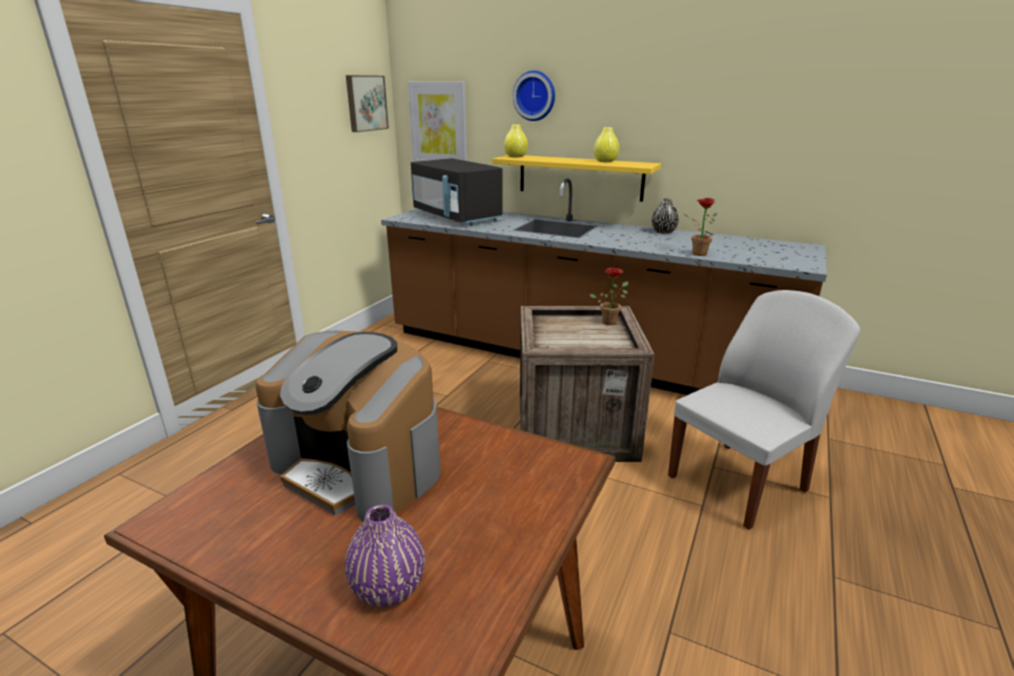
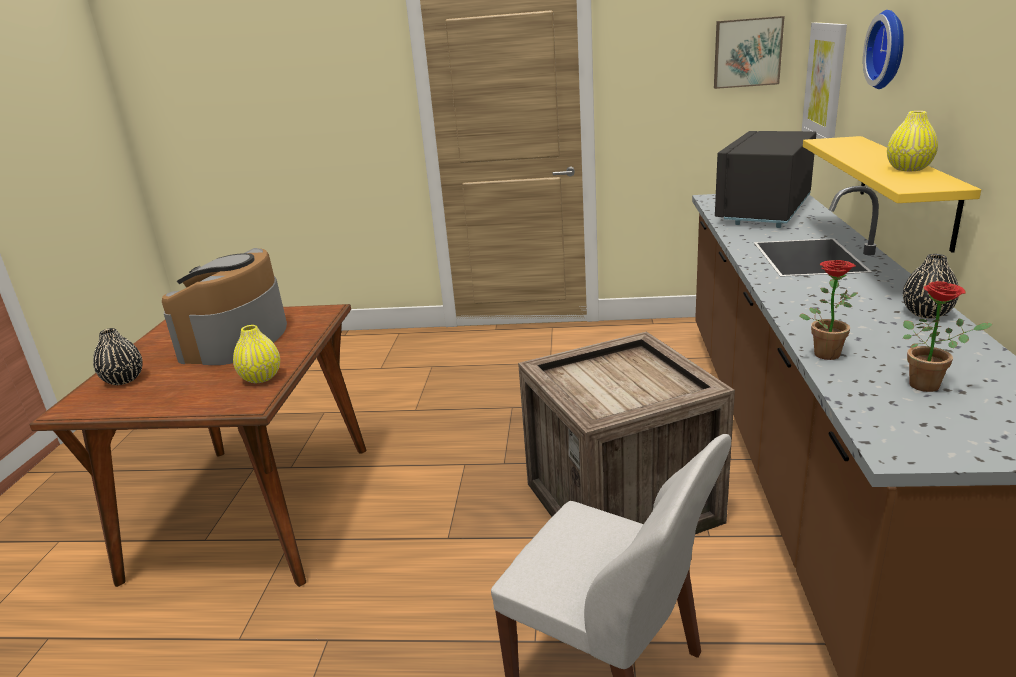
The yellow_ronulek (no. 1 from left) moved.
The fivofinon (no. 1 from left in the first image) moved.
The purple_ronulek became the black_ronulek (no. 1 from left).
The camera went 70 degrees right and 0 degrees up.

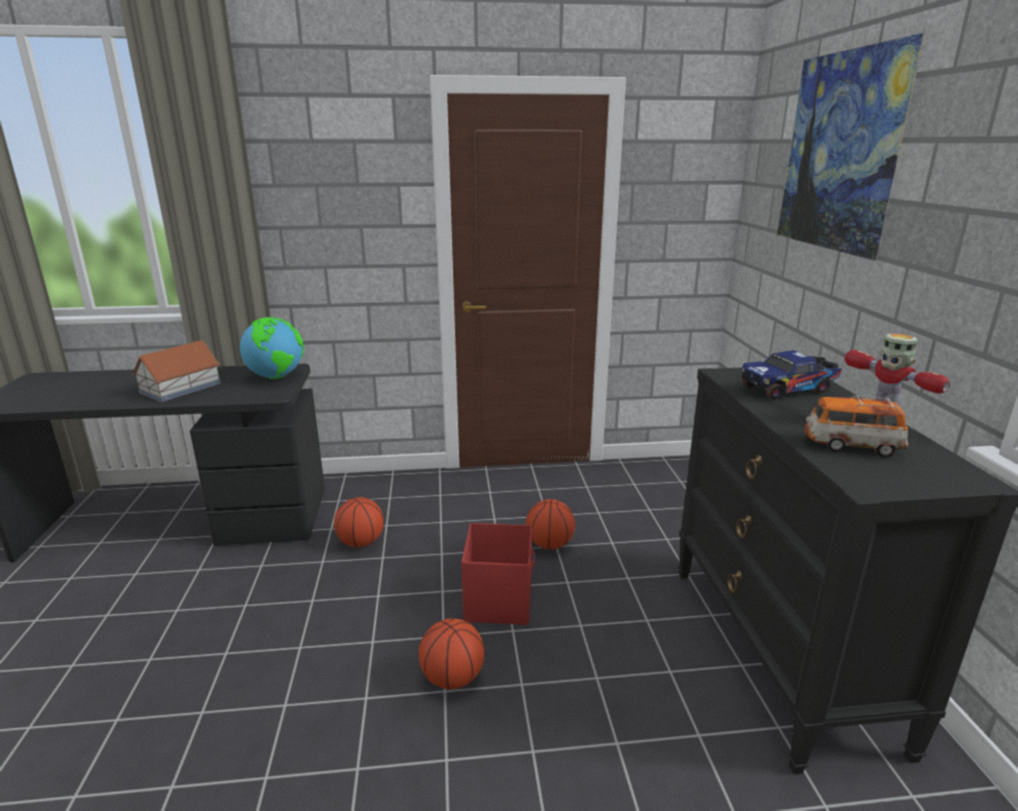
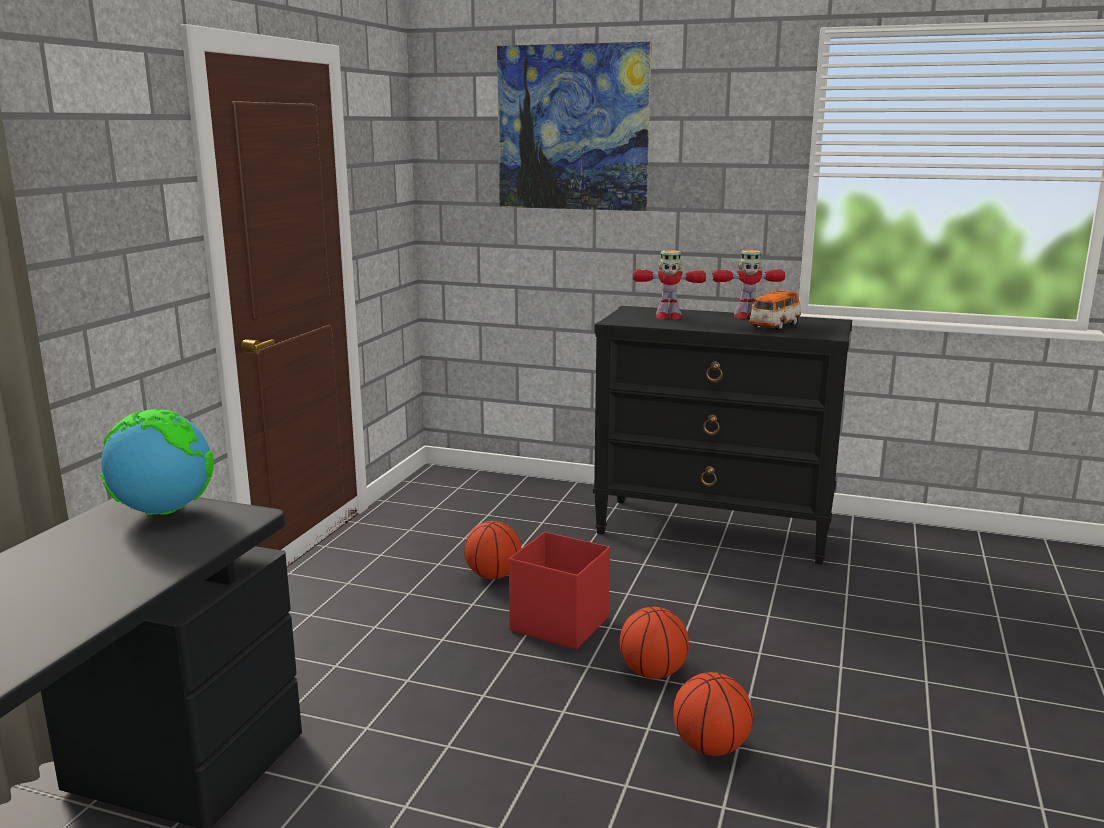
The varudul disappeared.
The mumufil was replaced by the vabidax (no. 1 from left).
The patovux (no. 1 from left in the first image) moved.
The camera went 65 degrees left and 5 degrees down.

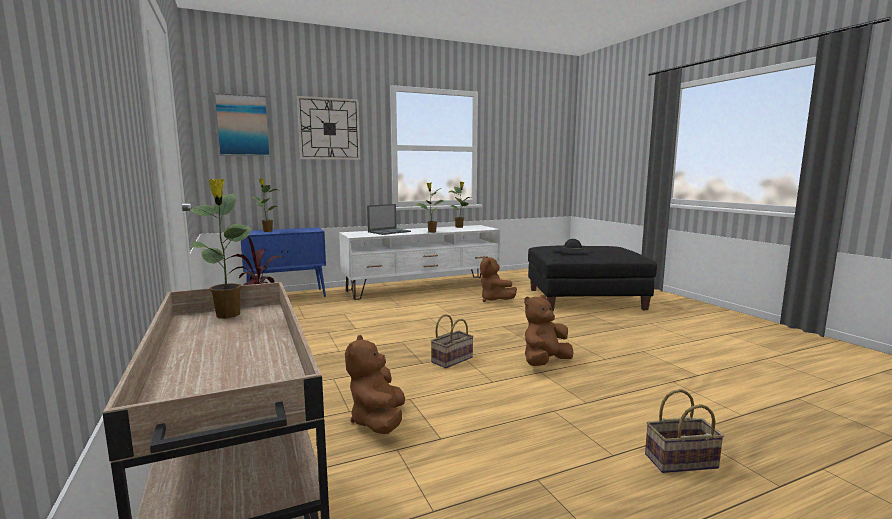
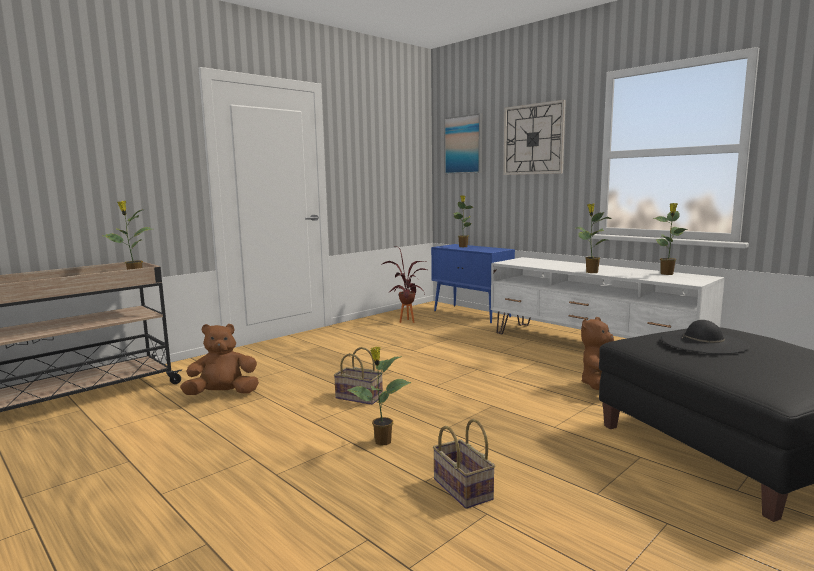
The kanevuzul disappeared.
The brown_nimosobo (no. 3 from left) was replaced by the fivofinon (no. 2 from left).
The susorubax (no. 2 from left) moved.
The camera went 70 degrees right and 0 degrees up.

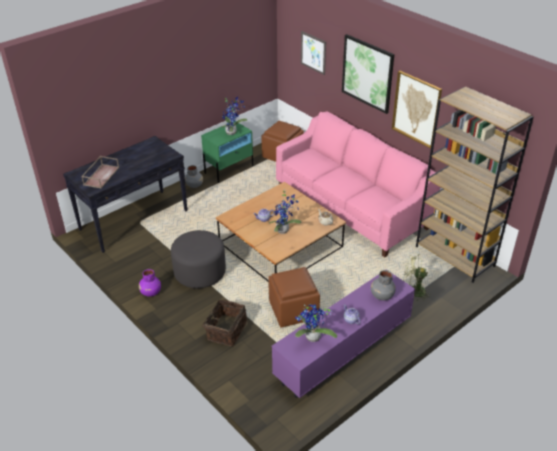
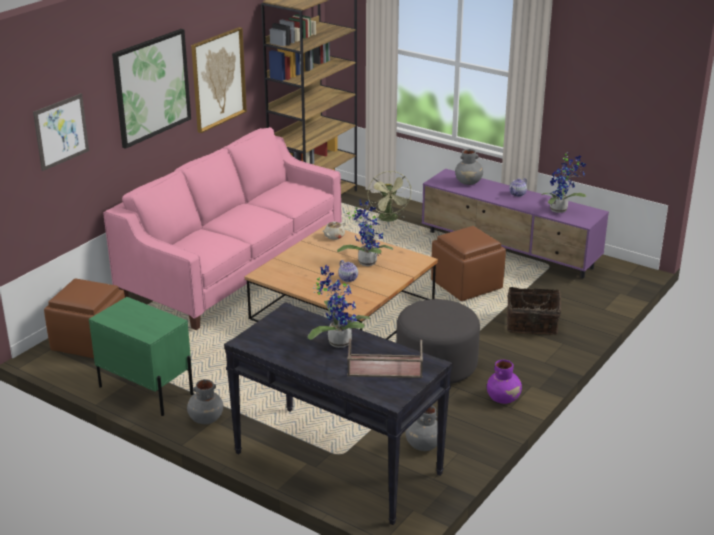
The fivofinon (no. 1 from left) moved.
The grey_ronulek (no. 2 from left) appeared.
The camera went 105 degrees left and 10 degrees down.

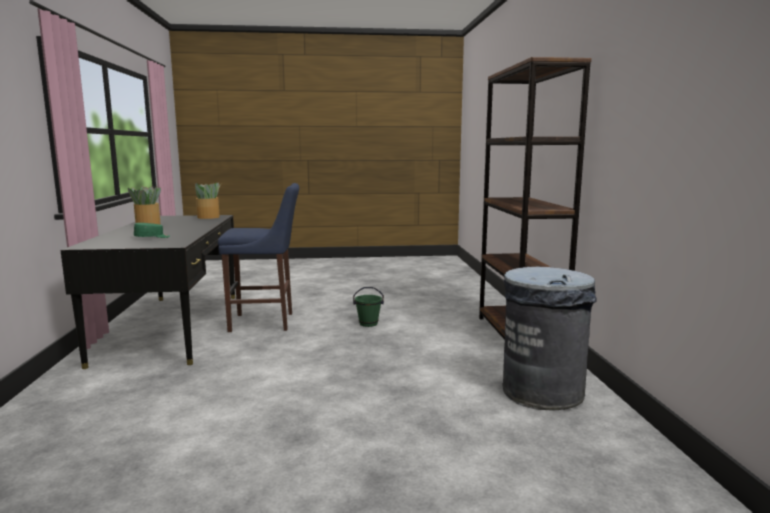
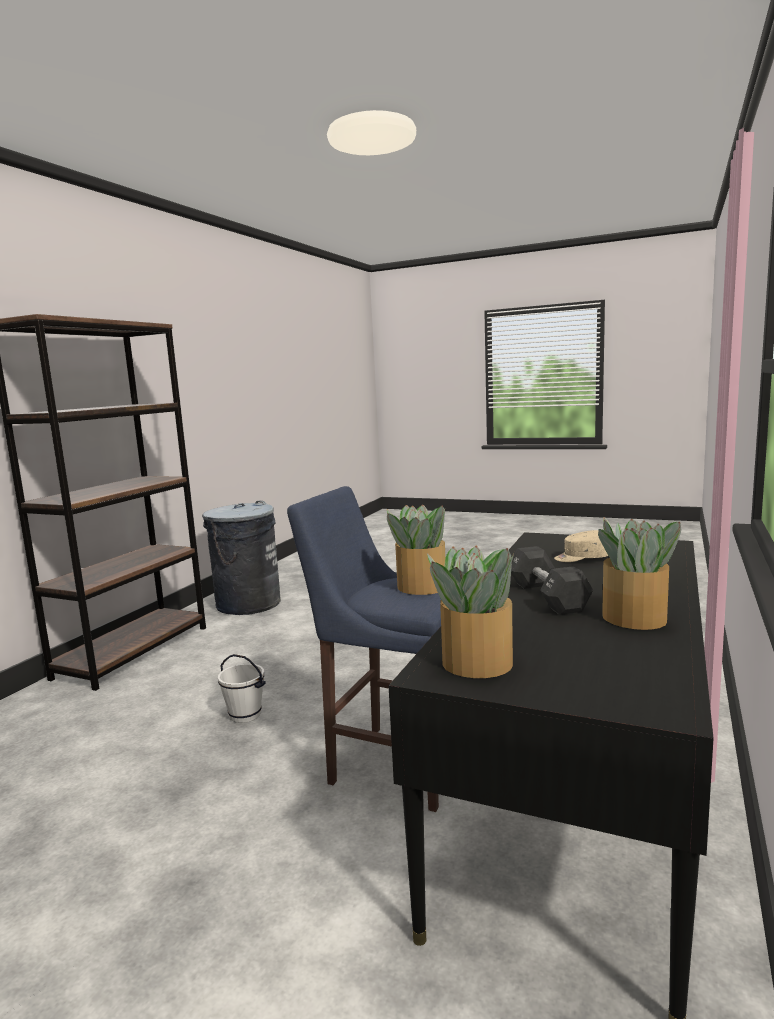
The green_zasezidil became the beige_zasezidil.
The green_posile became the white_posile.
The fivofinon (no. 1 from left) appeared.
The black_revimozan appeared.
The camera went 150 degrees left and 0 degrees up.

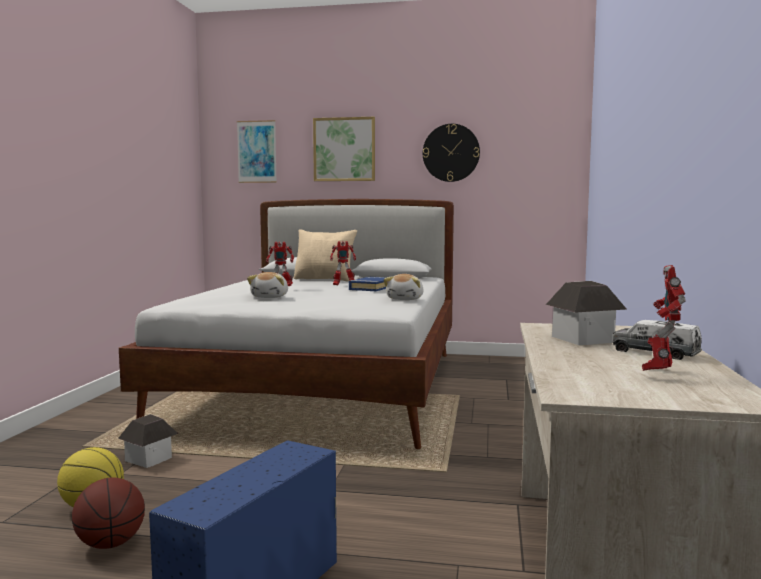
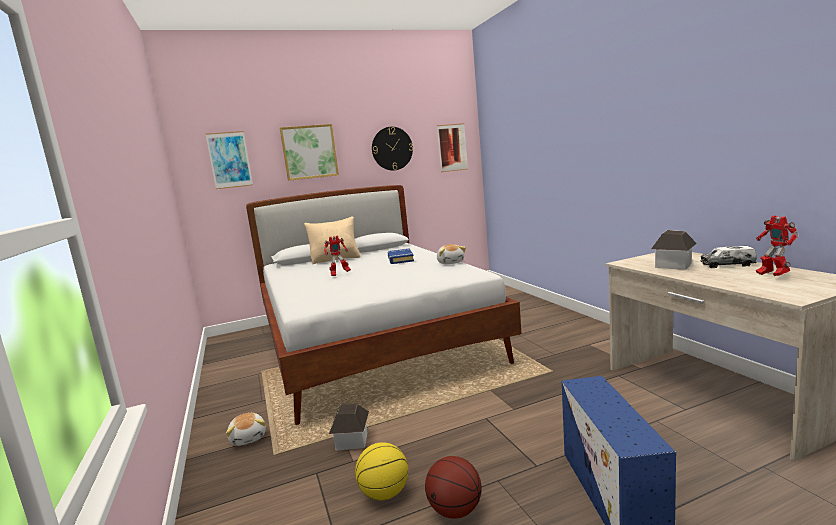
The vabidax (no. 2 from left) disappeared.
The nimosobo (no. 1 from left) moved.
The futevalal (no. 3 from left) appeared.
The camera went 30 degrees left and 5 degrees up.

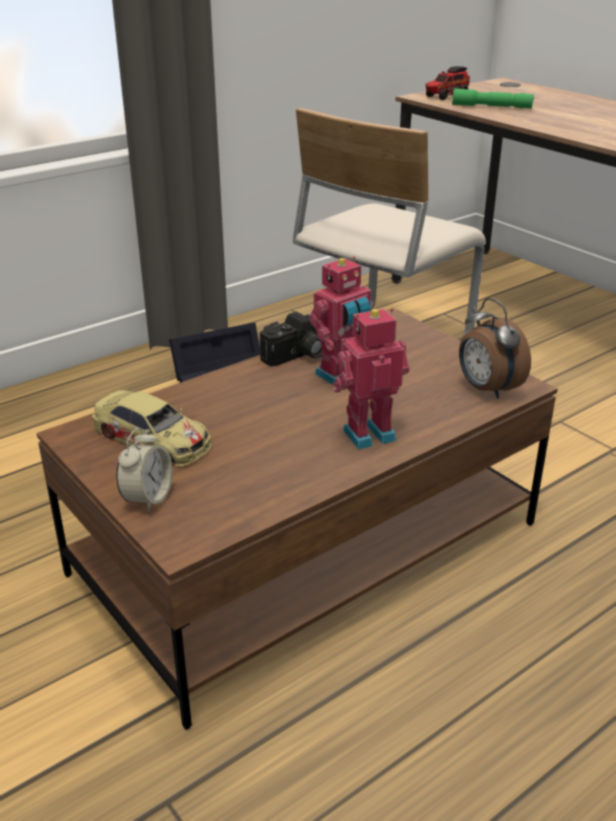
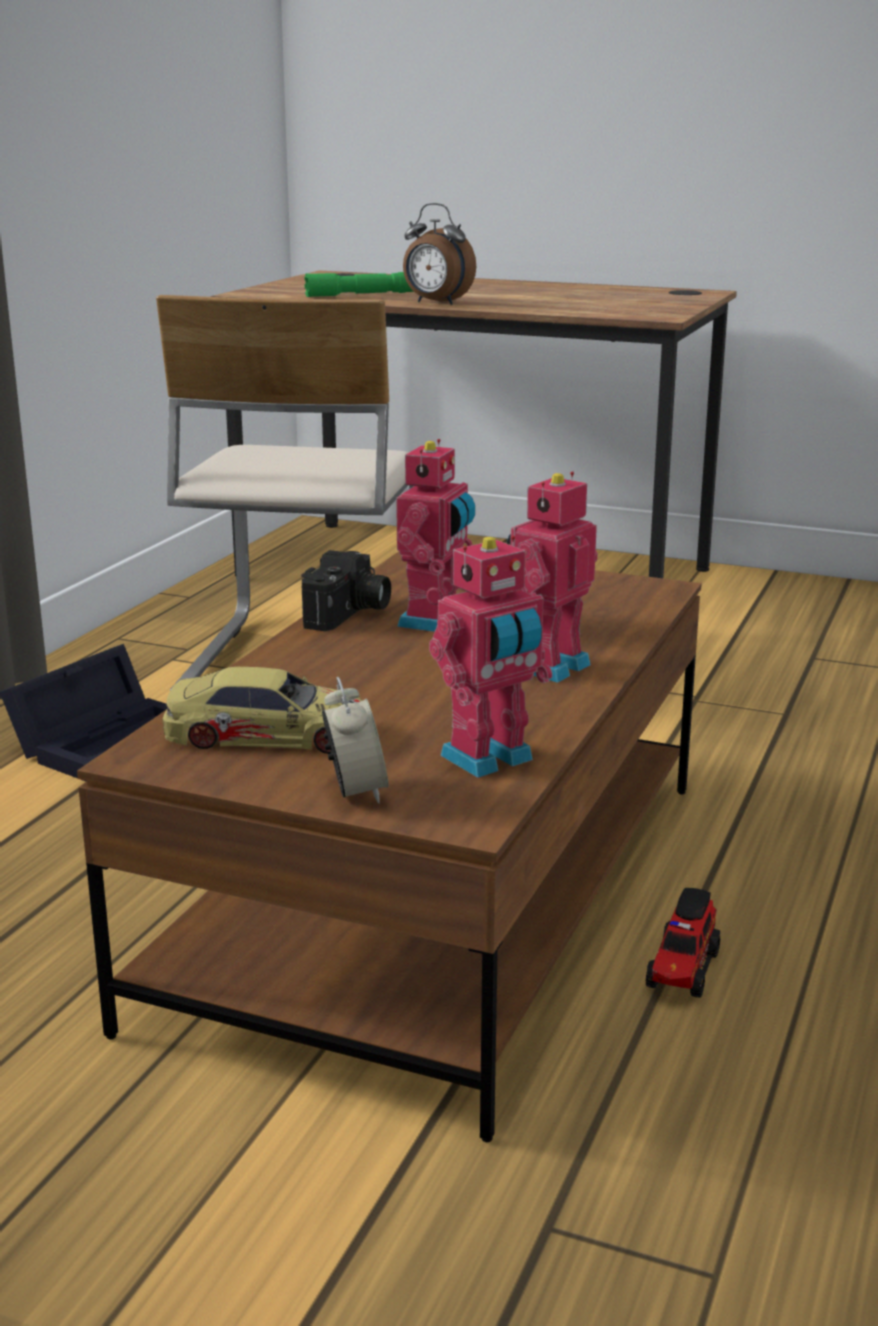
The mumufil moved.
The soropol (no. 2 from left) moved.
The vabidax (no. 2 from left) appeared.
The camera went 30 degrees left and 10 degrees down.

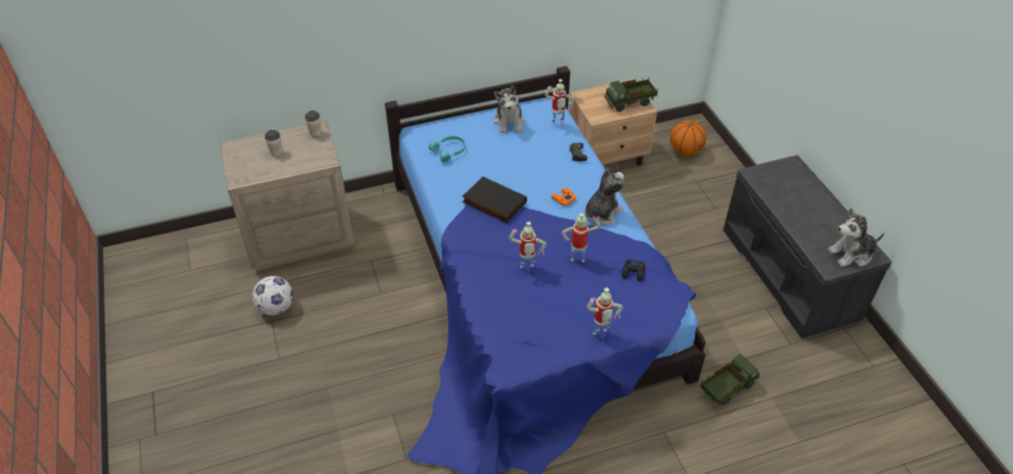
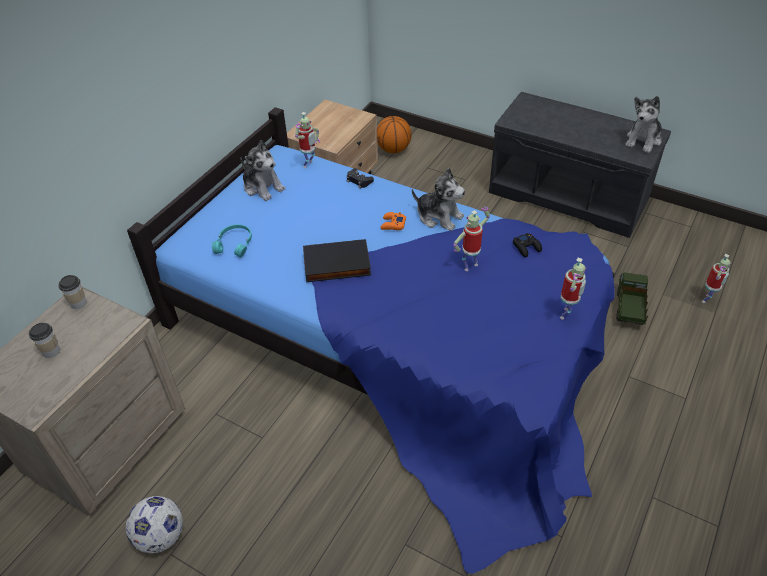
The mumufil (no. 1 from left) disappeared.
The nimosobo (no. 2 from left) turned 120 degrees clockwise.
The vabidax (no. 1 from left in the first image) moved.
The camera went 40 degrees left and 0 degrees up.

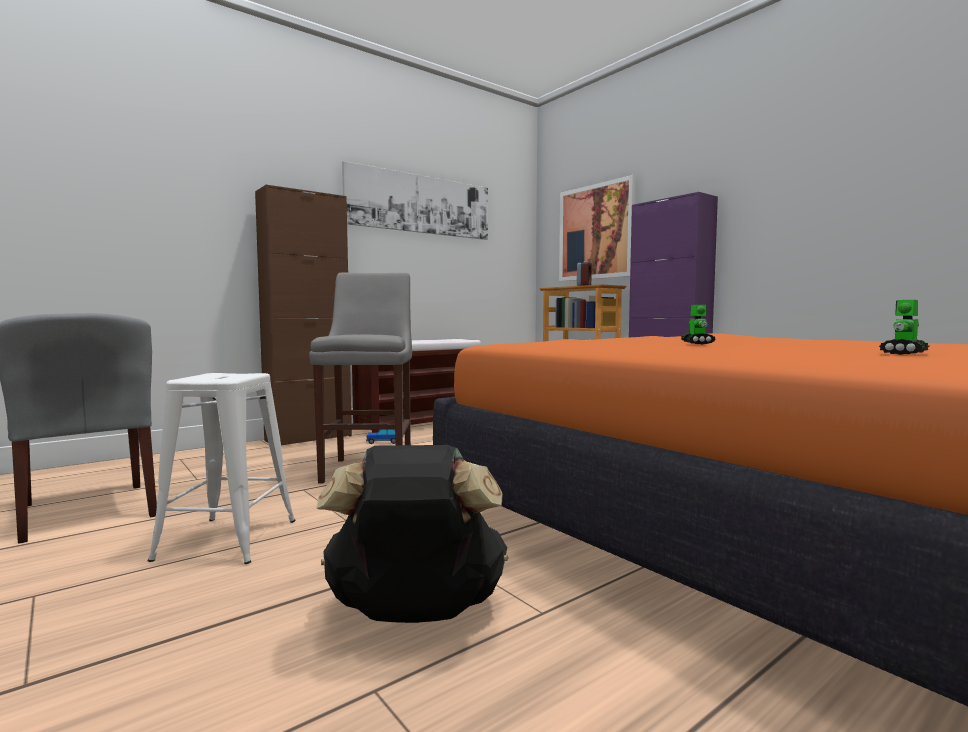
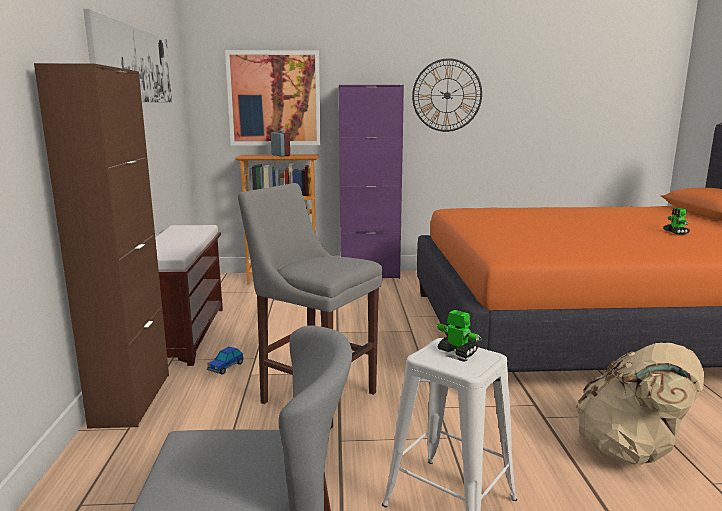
The vabidax (no. 1 from left) moved.
The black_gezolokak became the beige_gezolokak.
The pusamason appeared.
The camera went 55 degrees left and 10 degrees up.

